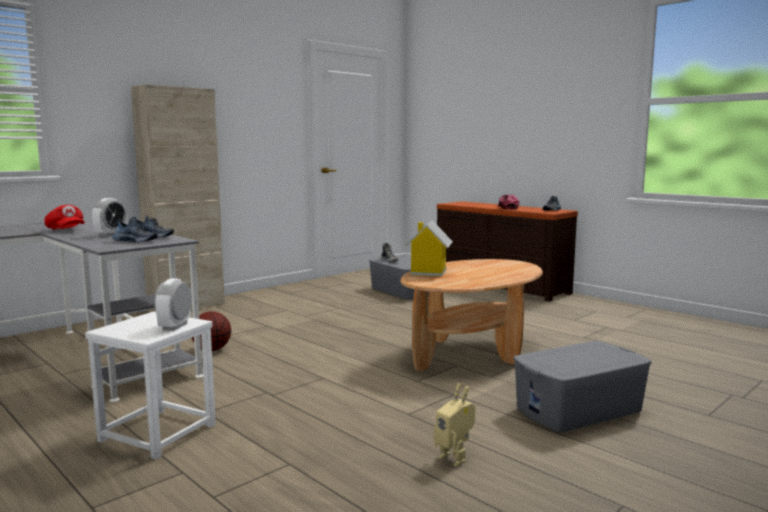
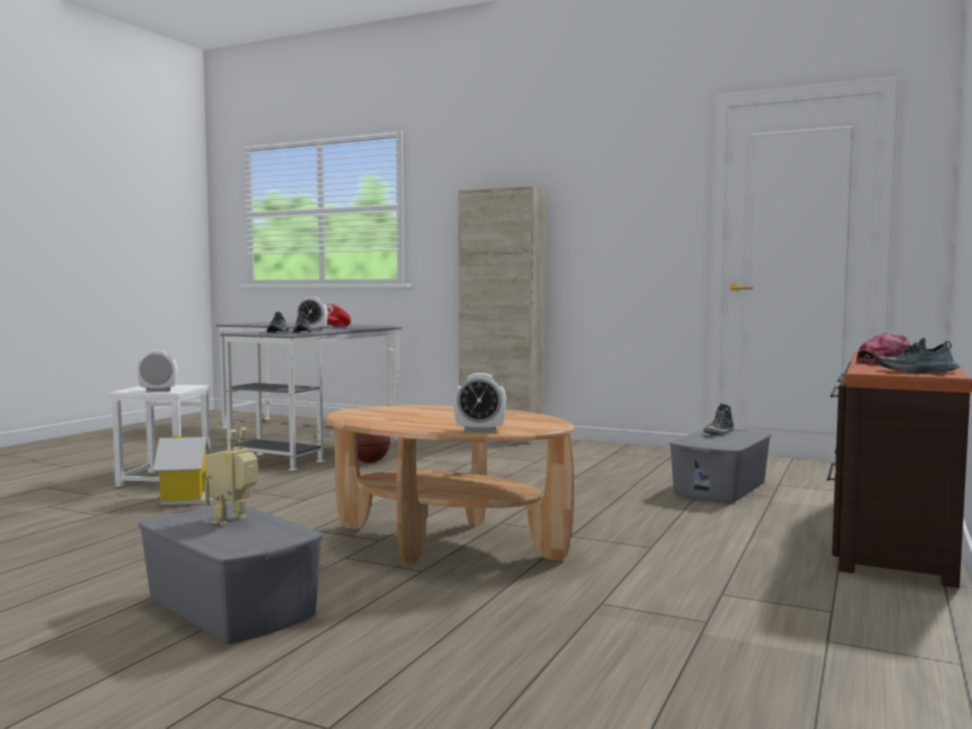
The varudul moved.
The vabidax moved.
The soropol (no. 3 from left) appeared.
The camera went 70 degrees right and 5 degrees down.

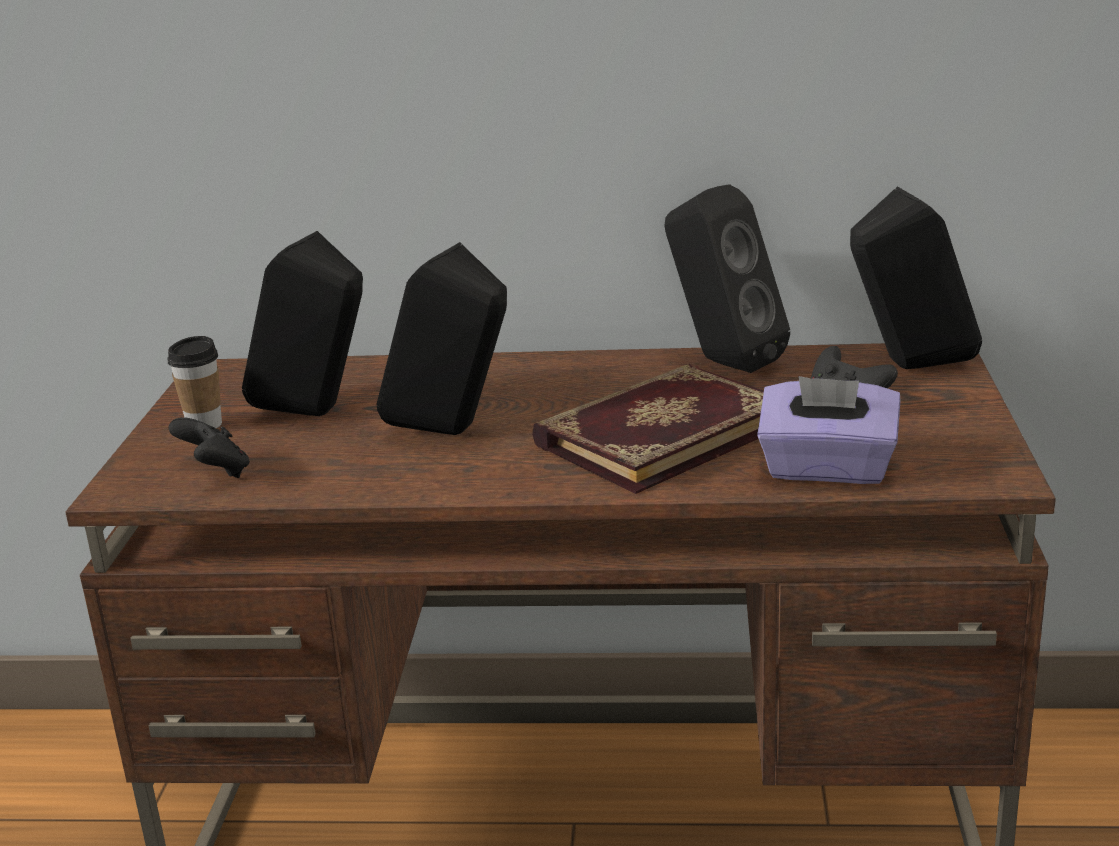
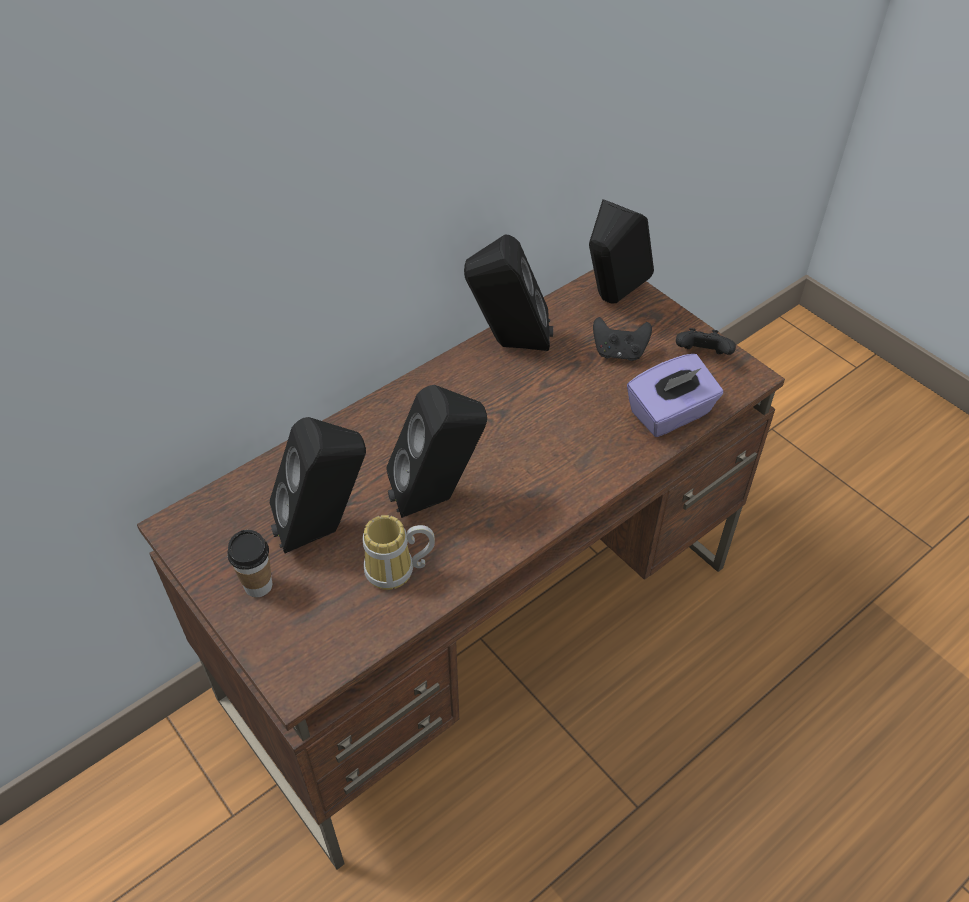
The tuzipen disappeared.
The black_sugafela (no. 1 from left in the first image) moved.
The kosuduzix appeared.
The camera went 45 degrees left and 25 degrees up.

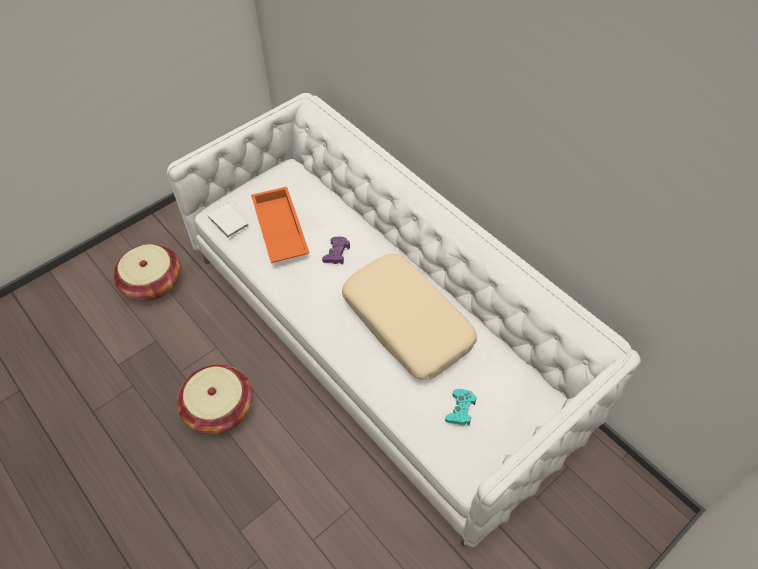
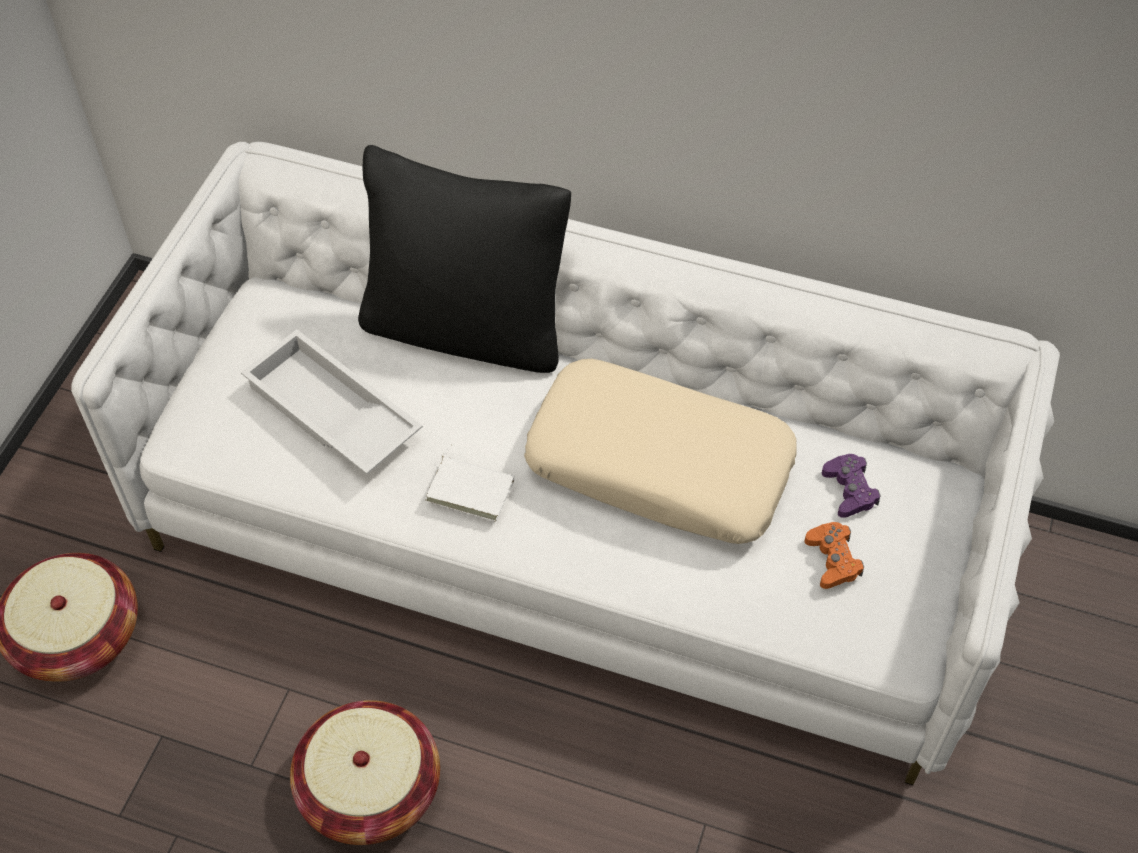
The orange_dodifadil became the white_dodifadil.
The white_tuzipen moved.
The purple_sugafela moved.
The turquoise_sugafela became the orange_sugafela.
The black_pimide appeared.
The camera went 30 degrees left and 0 degrees up.

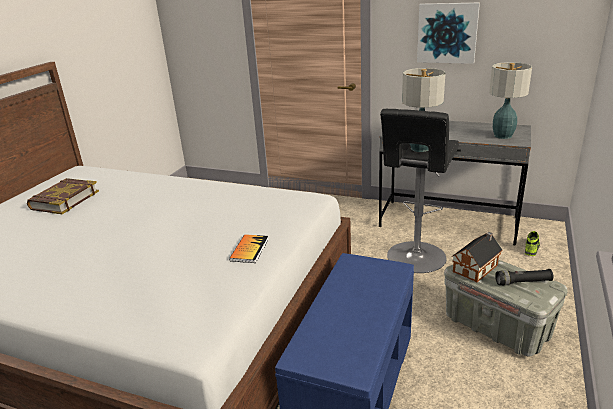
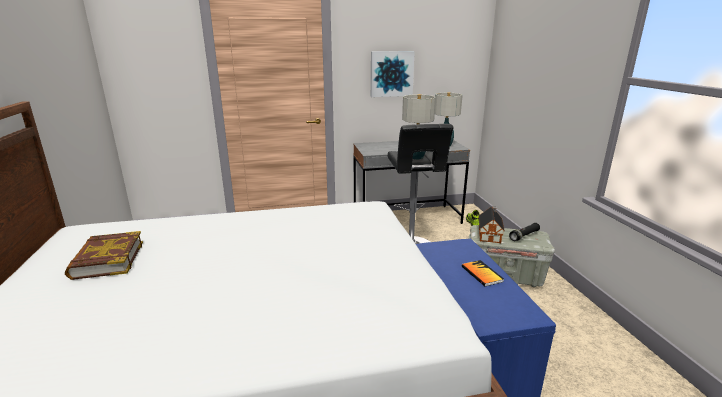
The tuzipen (no. 2 from left) moved.
The camera went 35 degrees left and 5 degrees down.

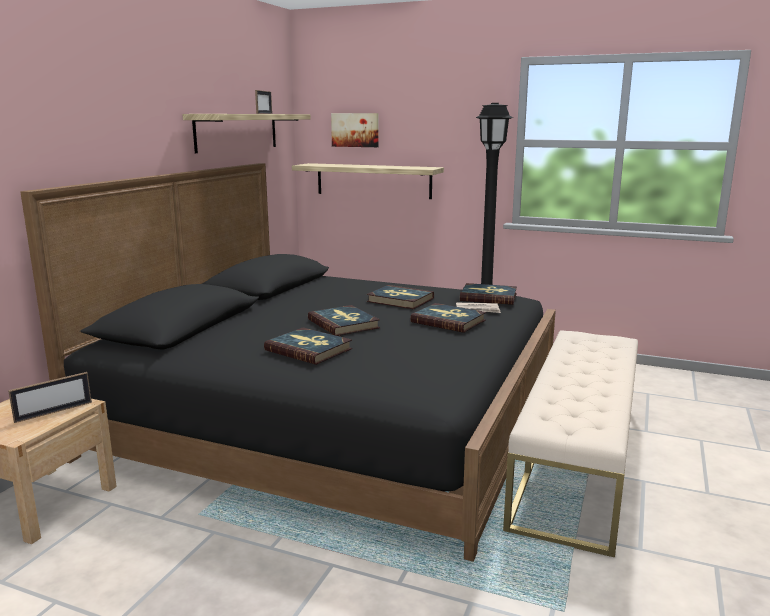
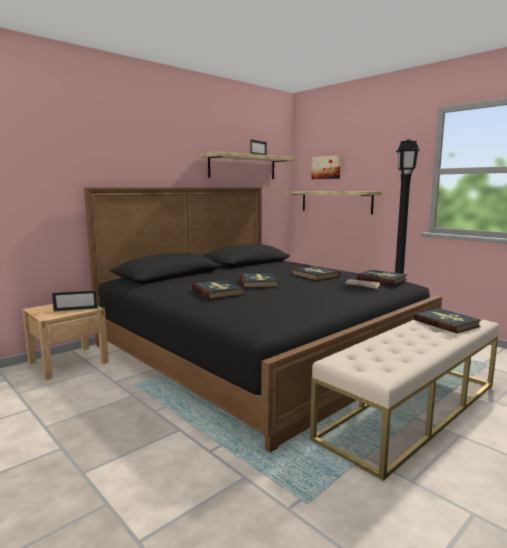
The tuzipen (no. 4 from left in the first image) moved.
The camera went 25 degrees right and 5 degrees down.

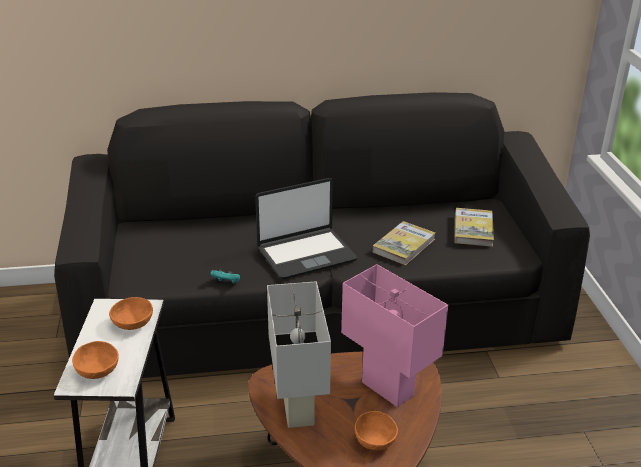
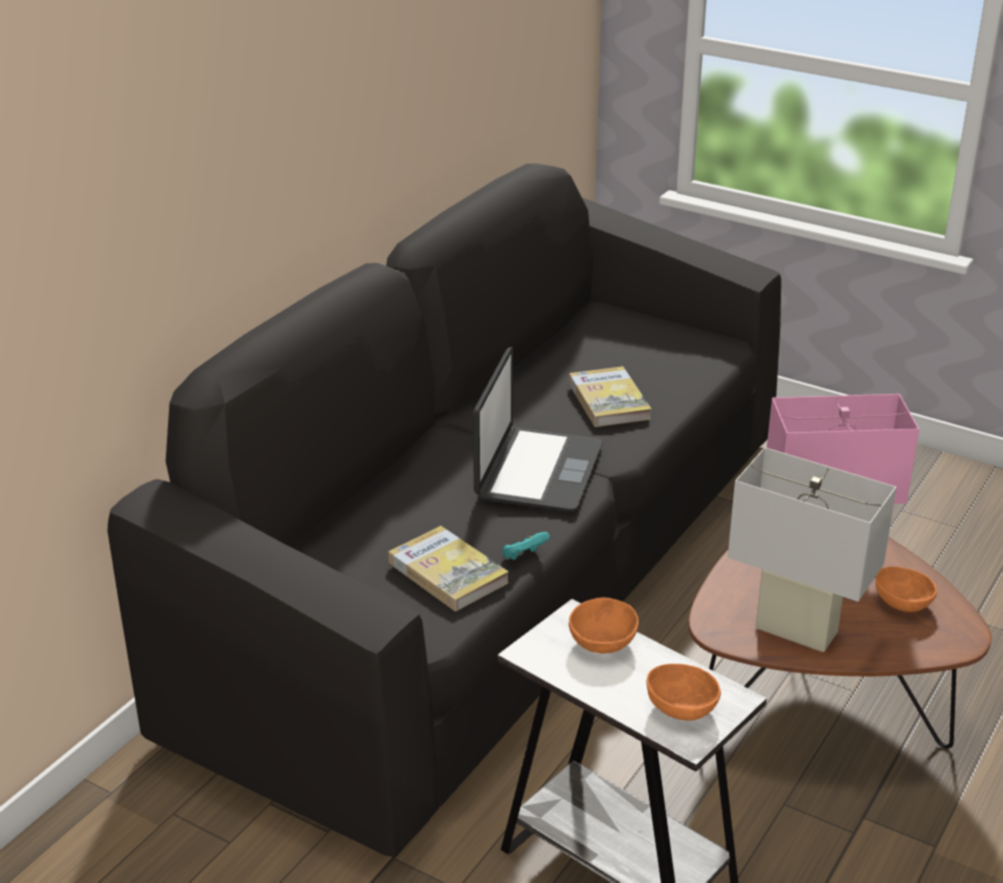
The tuzipen (no. 2 from left in the first image) moved.
The camera went 50 degrees left and 0 degrees up.

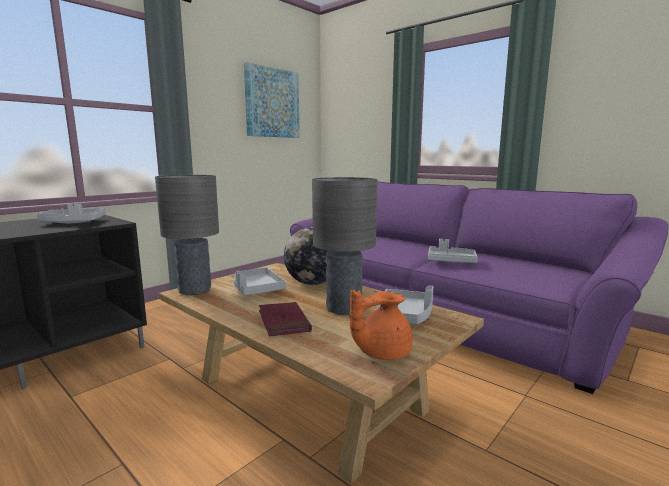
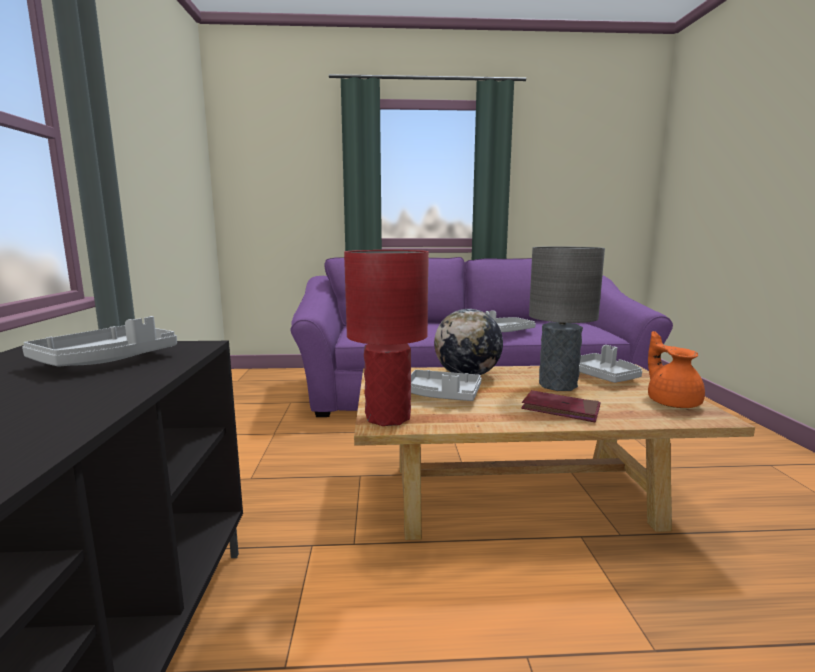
The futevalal disappeared.
The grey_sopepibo (no. 1 from left) became the red_sopepibo.
The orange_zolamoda turned 150 degrees clockwise.
The camera went 45 degrees left and 0 degrees up.

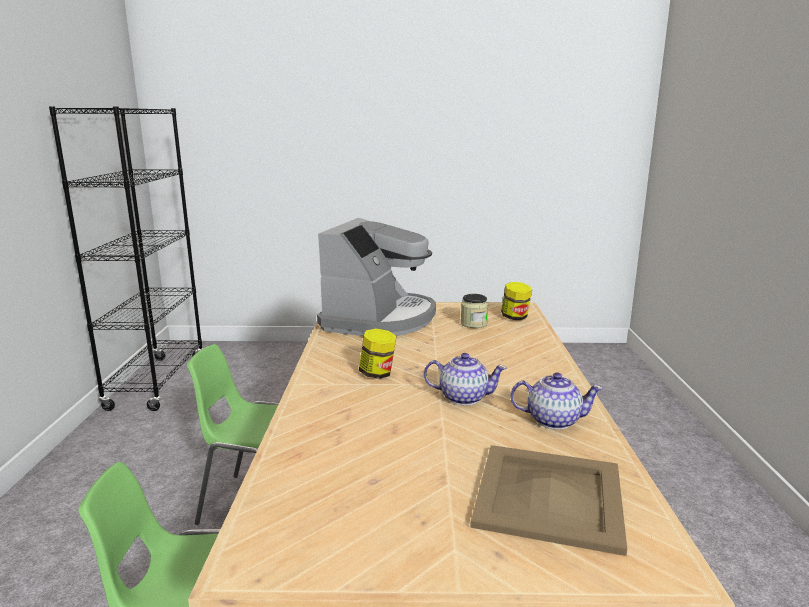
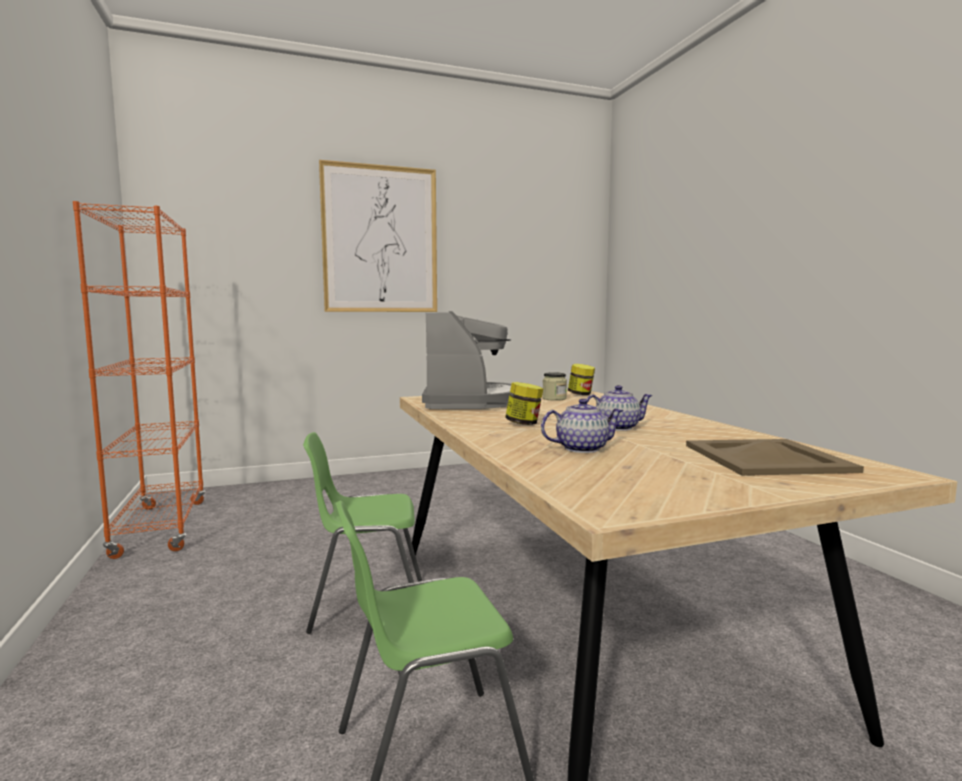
The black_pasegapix became the orange_pasegapix.
The zolamoda (no. 2 from left in the first image) moved.
The futevalal appeared.
The camera went 20 degrees left and 10 degrees down.

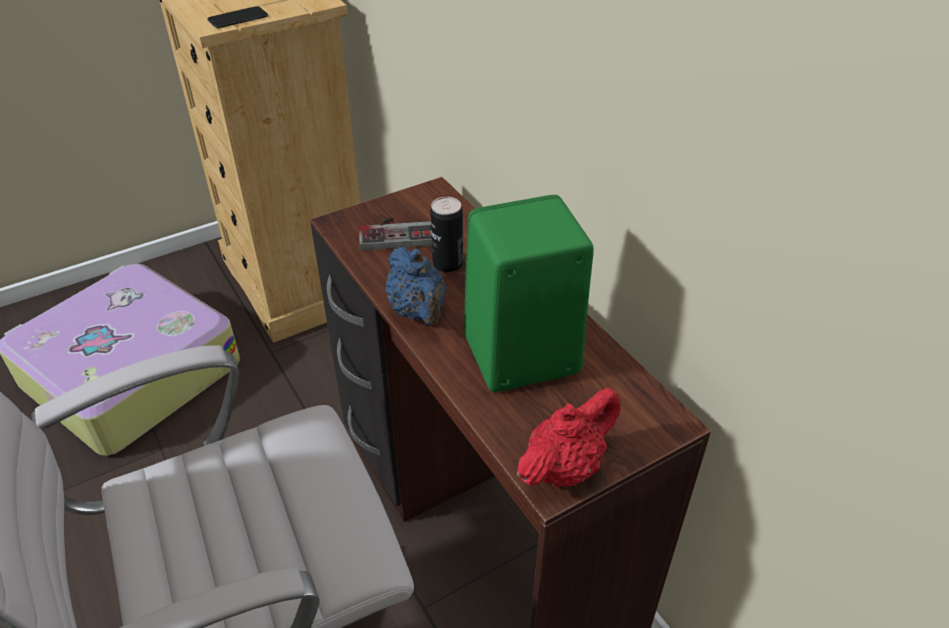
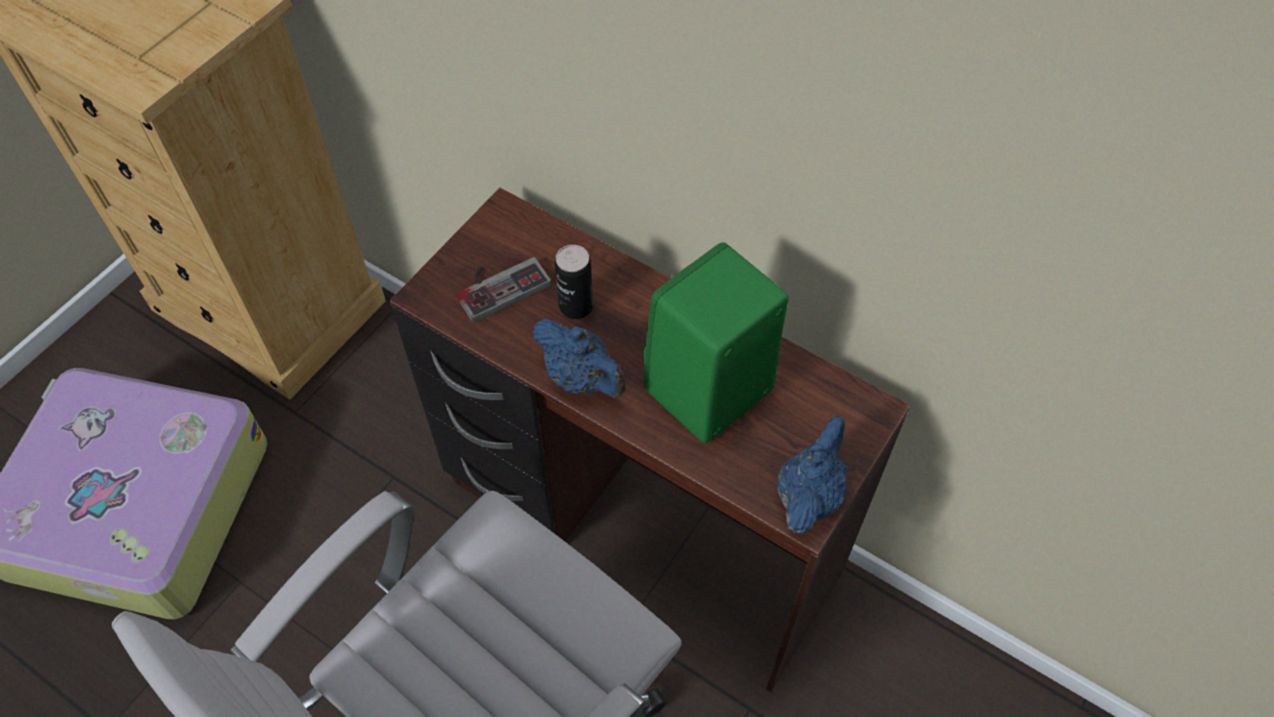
The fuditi disappeared.
The red_zolamoda became the blue_zolamoda (no. 2 from left).
The camera went 25 degrees left and 15 degrees up.

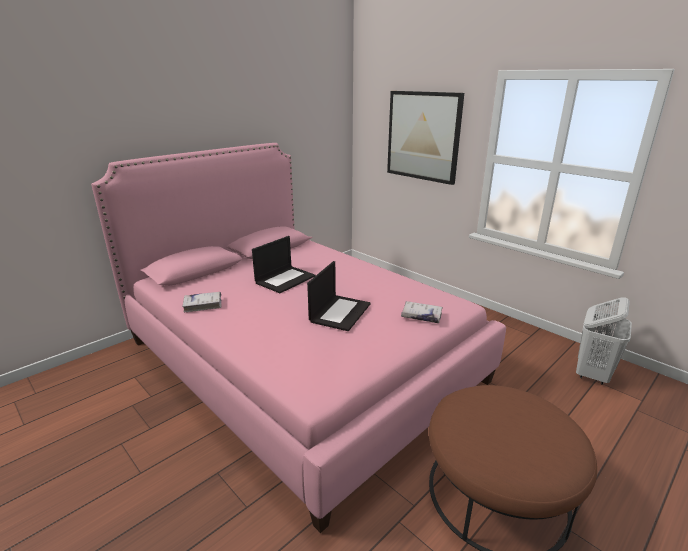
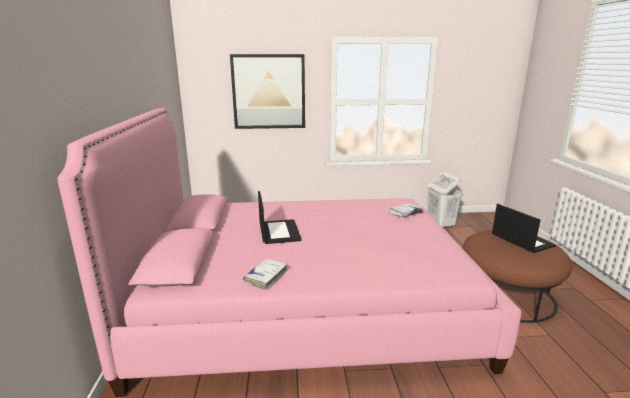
The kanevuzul (no. 2 from left) moved.
The camera went 50 degrees left and 5 degrees down.

